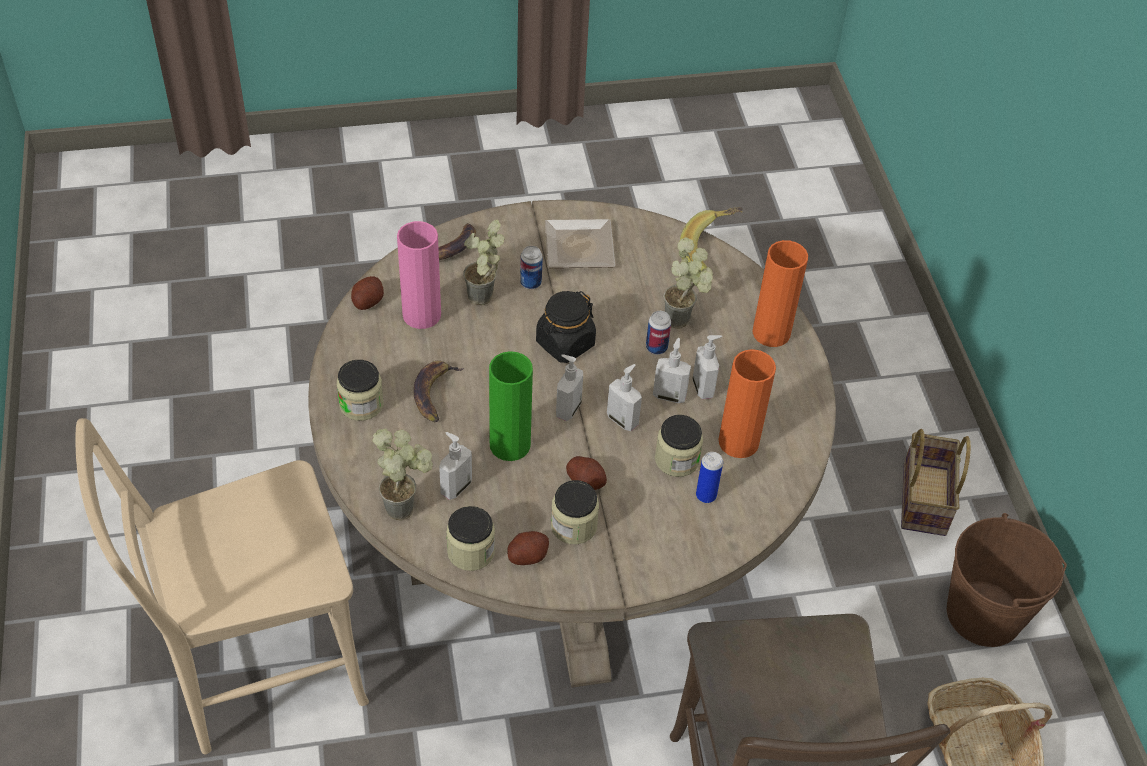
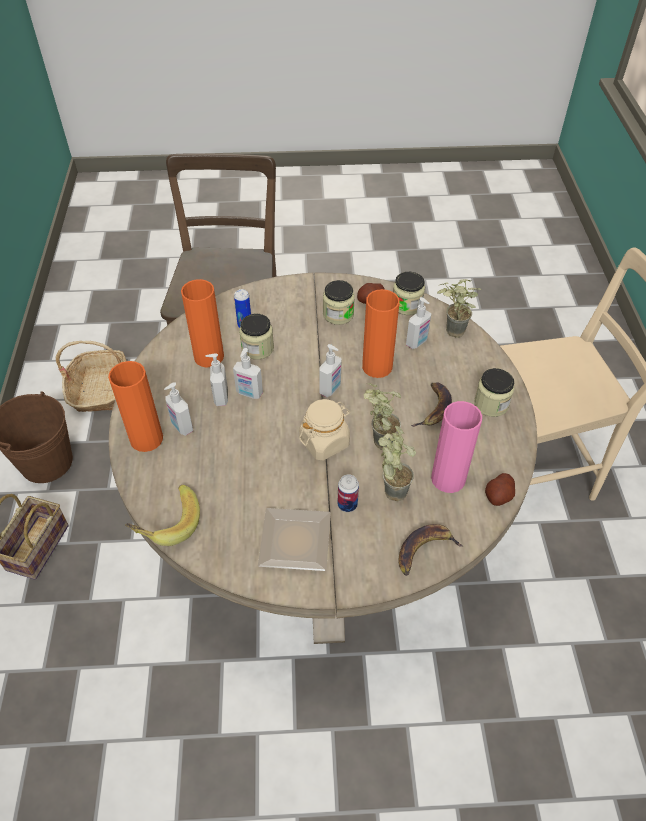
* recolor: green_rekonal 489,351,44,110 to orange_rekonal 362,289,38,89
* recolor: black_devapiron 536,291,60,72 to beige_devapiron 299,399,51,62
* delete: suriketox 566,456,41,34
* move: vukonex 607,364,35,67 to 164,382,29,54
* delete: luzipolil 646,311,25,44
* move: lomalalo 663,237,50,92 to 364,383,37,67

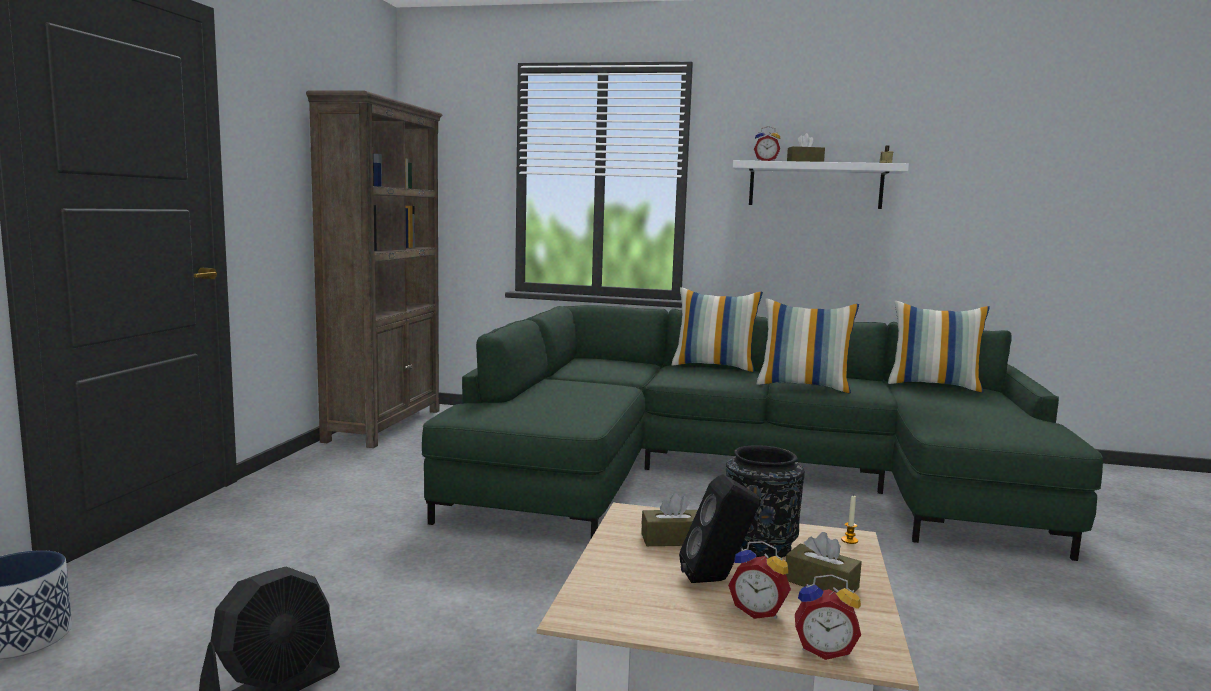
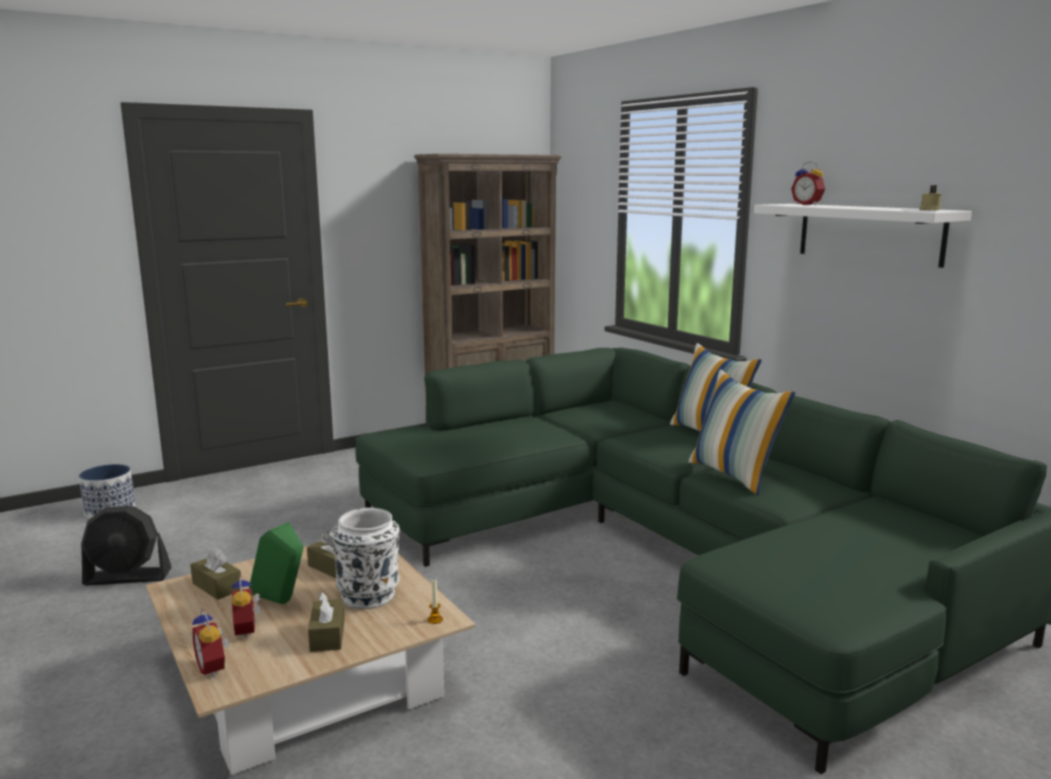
* recolor: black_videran 679,474,80,109 to green_videran 249,522,54,82
* recolor: black_rekonal 726,445,79,113 to white_rekonal 331,508,69,101
* move: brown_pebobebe 787,133,38,29 to 190,547,51,53
* delete: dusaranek 888,301,102,92

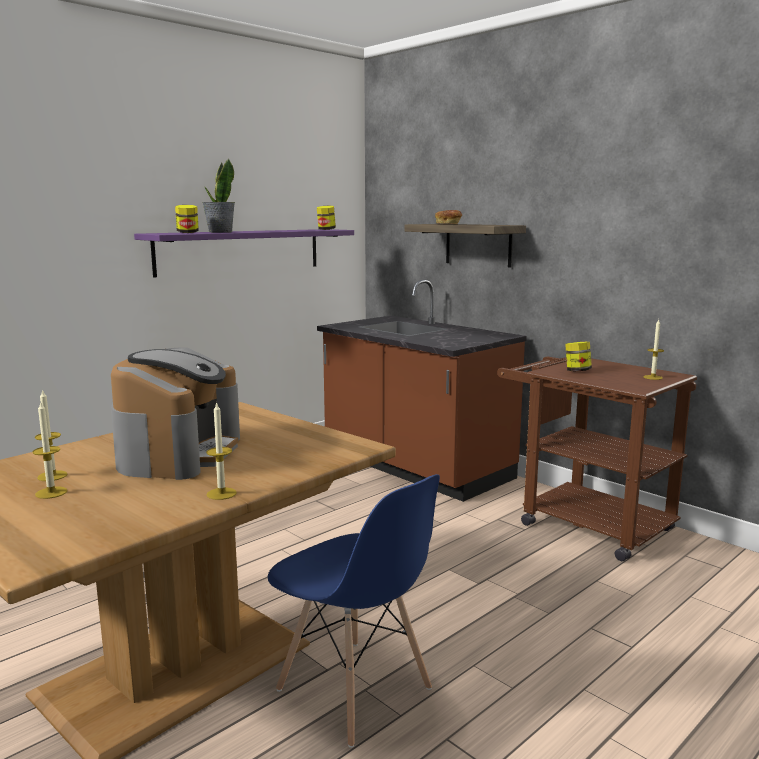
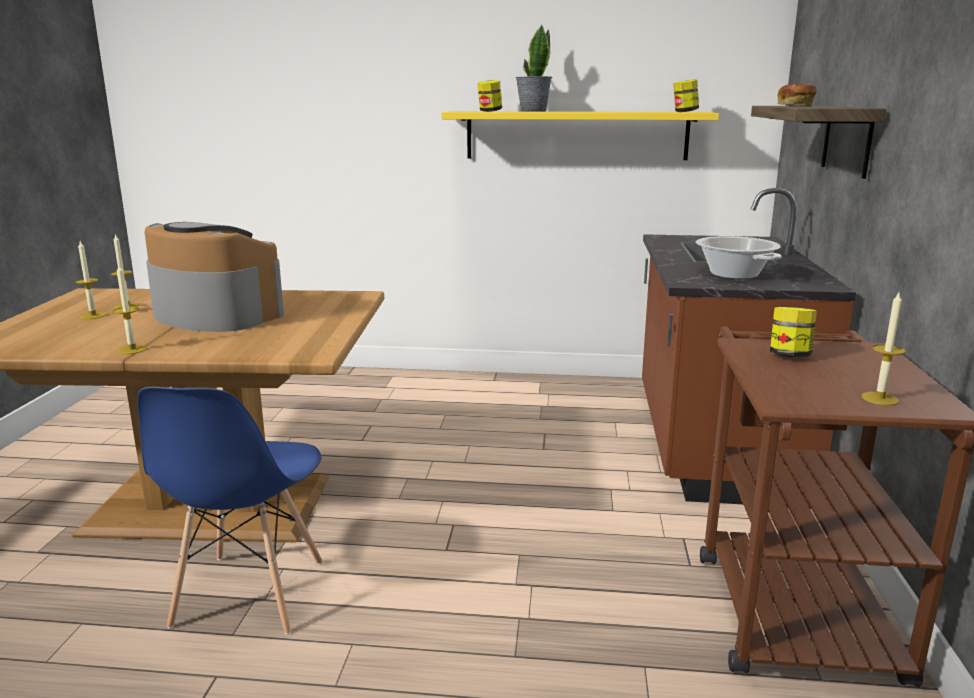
* rotate: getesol 111,347,129,133 = 145,222,139,110 120 degrees counterclockwise
* recolor: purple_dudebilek 134,229,220,49 to yellow_dudebilek 441,111,278,49
* insert: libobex 696,236,86,43

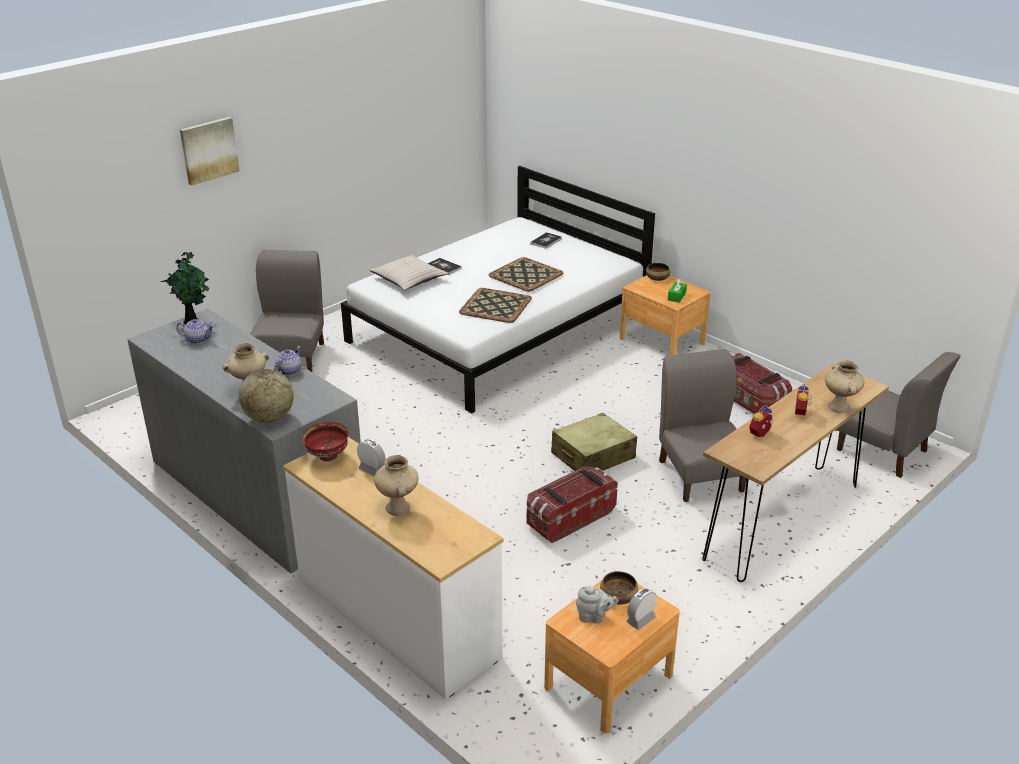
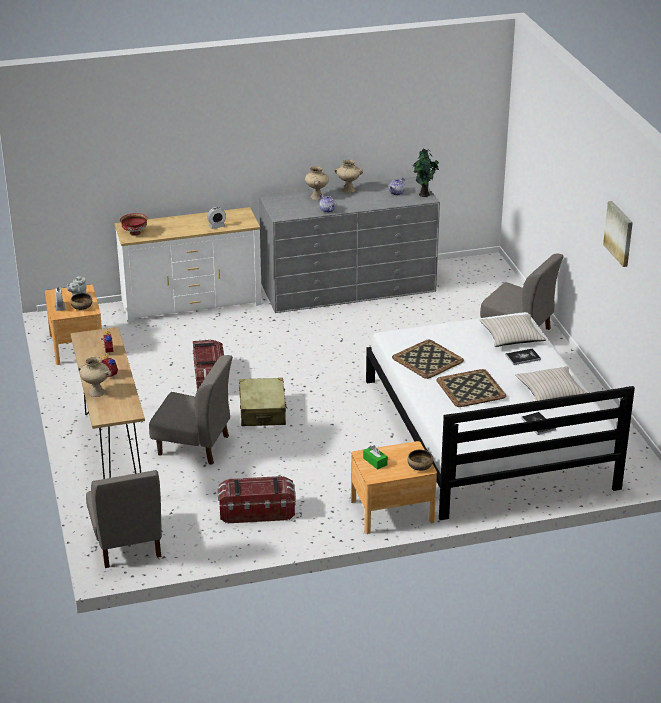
* move: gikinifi 180,117,60,69 to 603,201,30,66
* delete: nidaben 239,369,55,54
* move: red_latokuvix 302,422,47,39 to 120,213,28,23
* move: beige_rekonal 374,455,44,61 to 334,159,29,34
* rotate: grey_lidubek 836,352,124,126 = 86,470,76,98 90 degrees counterclockwise
* insert: beige_dusaranek 515,366,72,35

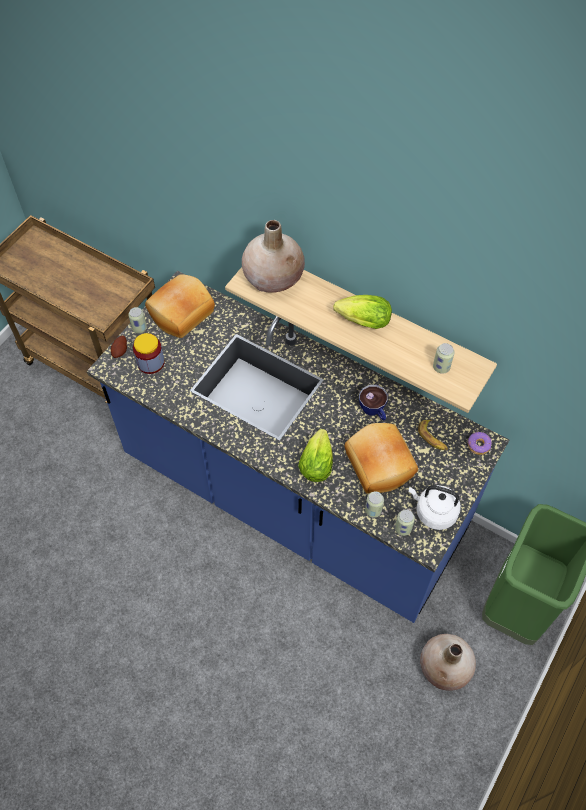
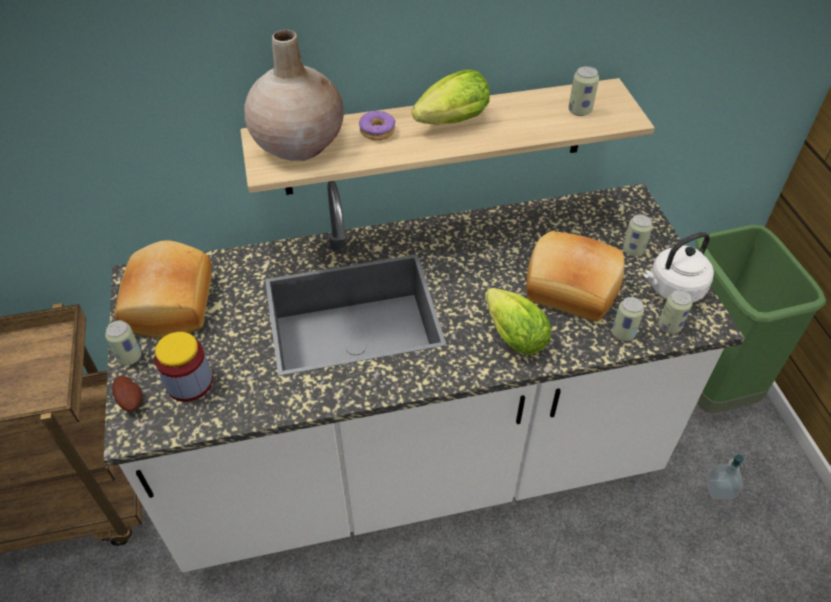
* recolor: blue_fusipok 87,271,422,352 to white_fusipok 104,181,640,391
* delete: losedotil 359,385,29,35
* delete: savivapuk 418,419,30,31
* replace: beige_rekonal 420,634,56,57 to vukonex 706,455,38,45
* move: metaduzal 468,432,24,23 to 359,111,37,29
* insert: luzipolil 623,214,30,42

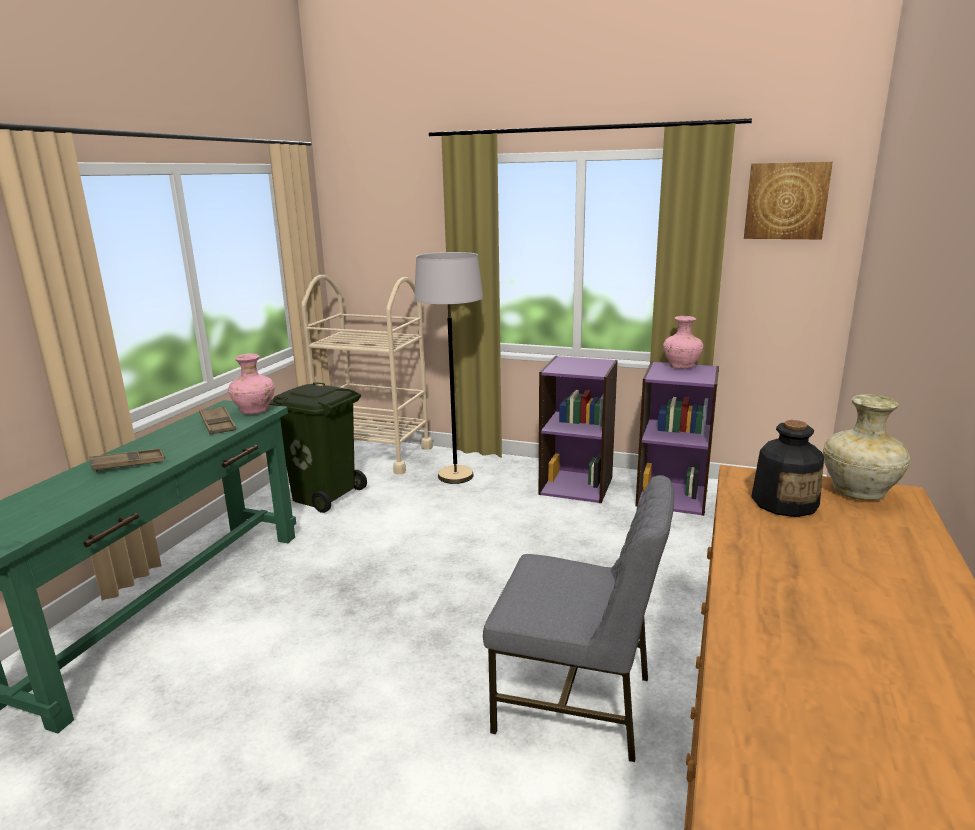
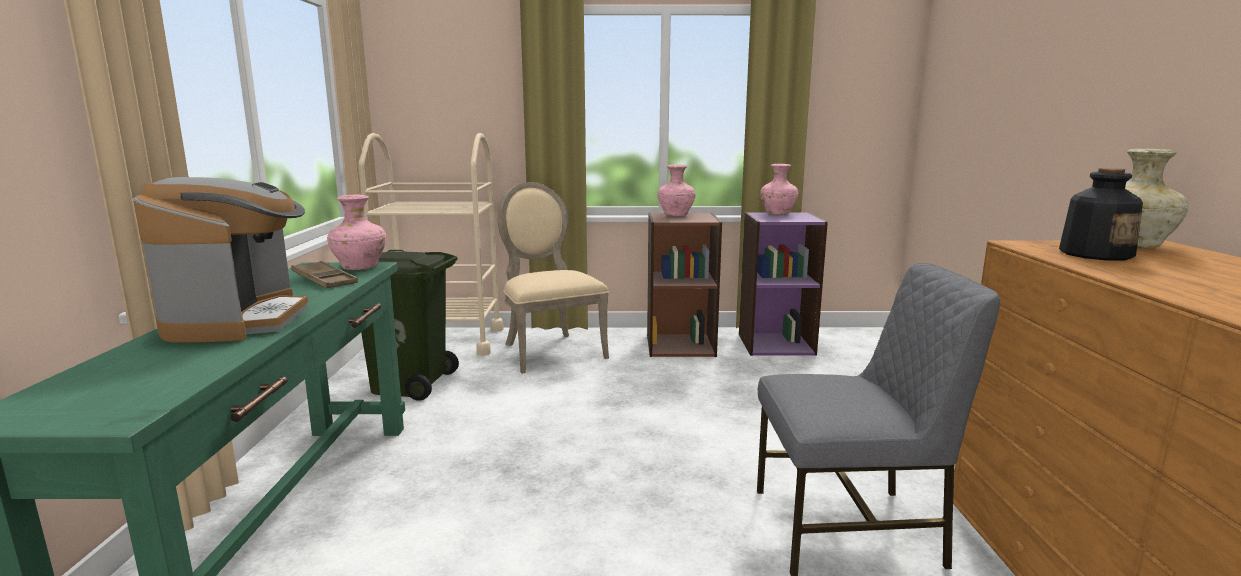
* replace: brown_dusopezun 90,449,75,23 to getesol 133,177,175,166
* replace: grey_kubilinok 414,252,69,232 to beige_lidubek 497,182,112,192
* recolor: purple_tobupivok 539,356,79,147 to brown_tobupivok 647,213,75,144
* delete: gikinifi 744,162,89,77
* insert: pink_rekonal 657,164,39,52

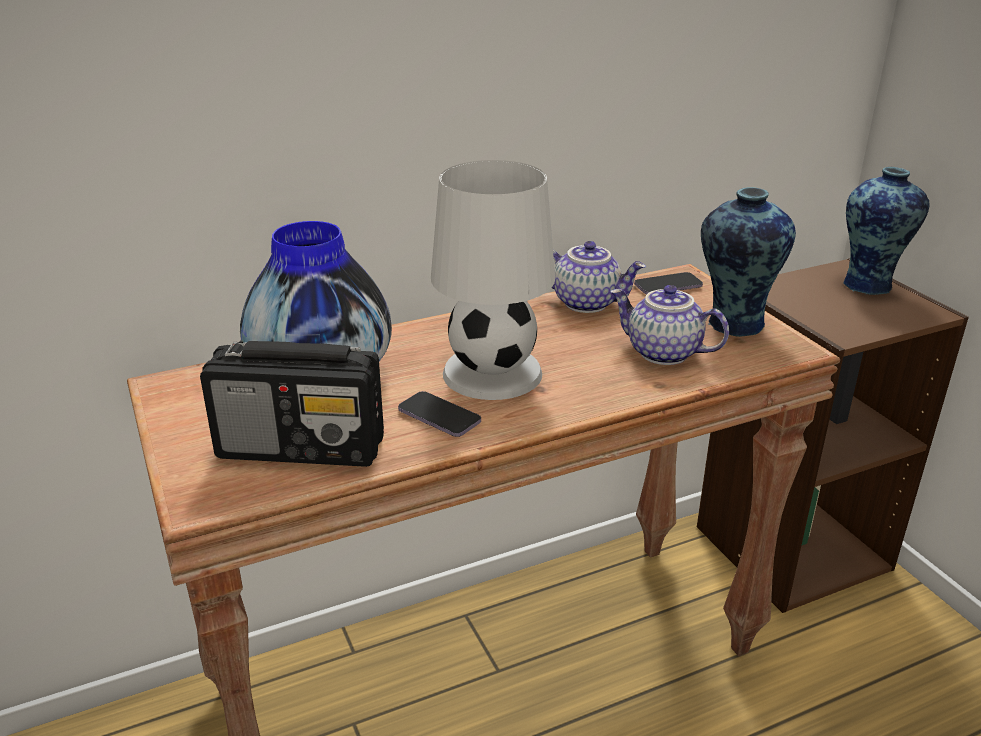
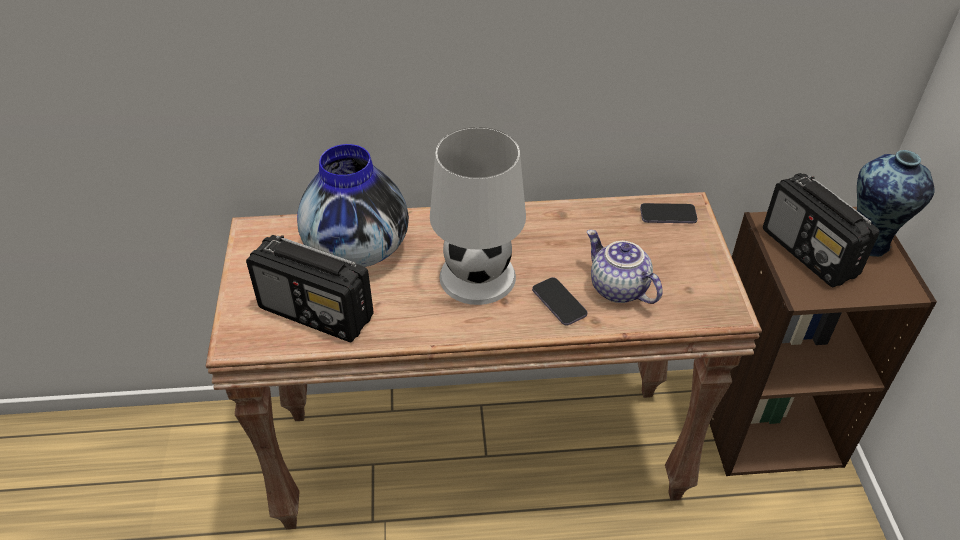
* move: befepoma 398,391,83,46 to 532,277,56,49
* delete: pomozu 552,241,94,72
* delete: rekonal 701,187,95,150
* insert: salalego 763,173,116,114

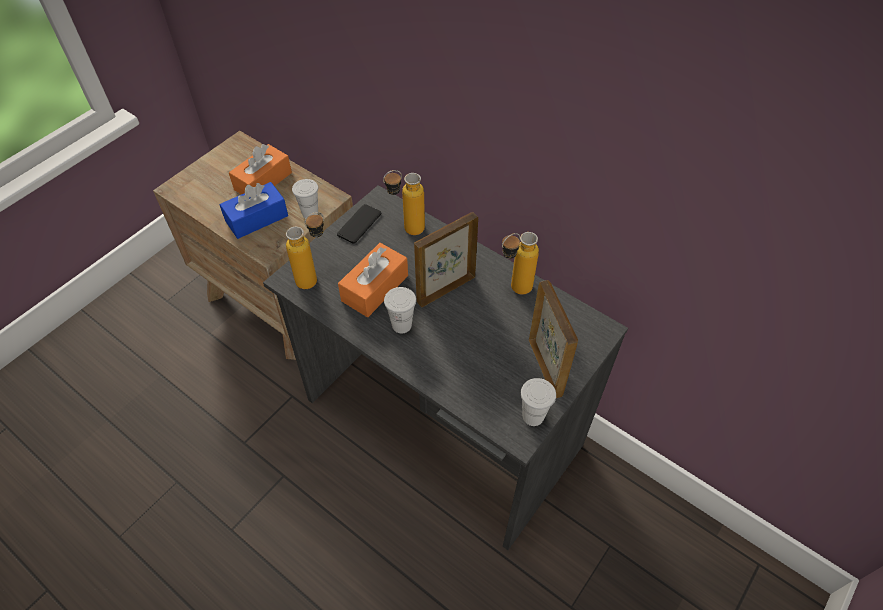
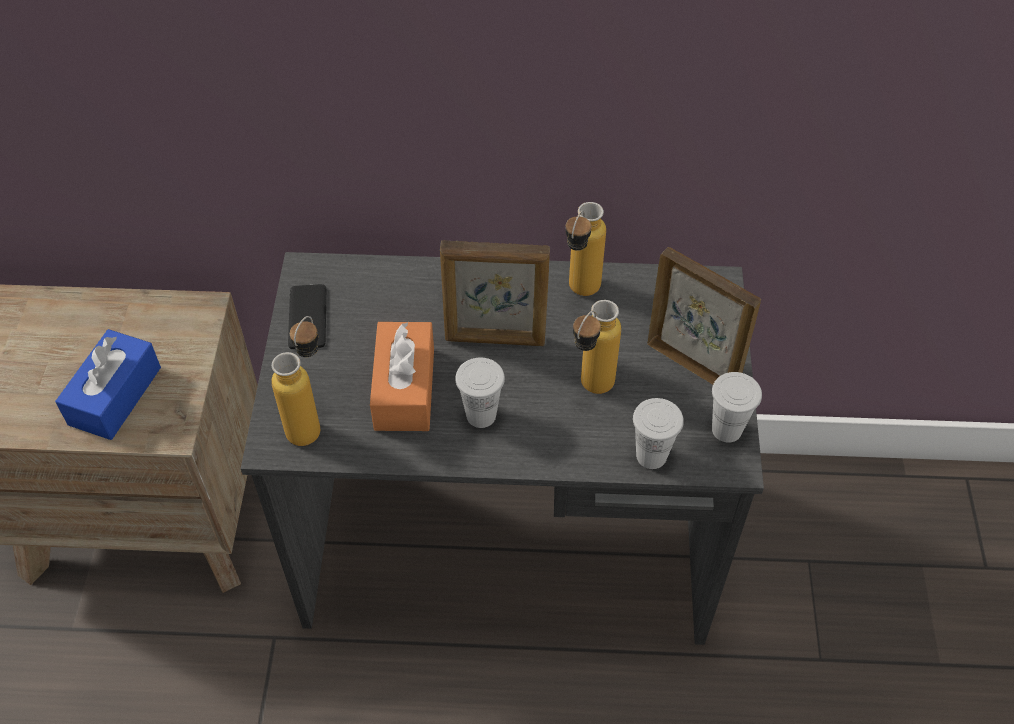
* delete: orange_pebobebe 229,144,63,51
* move: white_losedotil 292,179,26,40 to 633,398,51,71
* move: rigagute 383,170,42,65 to 573,300,48,94
* rotate: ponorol 414,212,64,95 = 440,240,110,106 105 degrees counterclockwise

